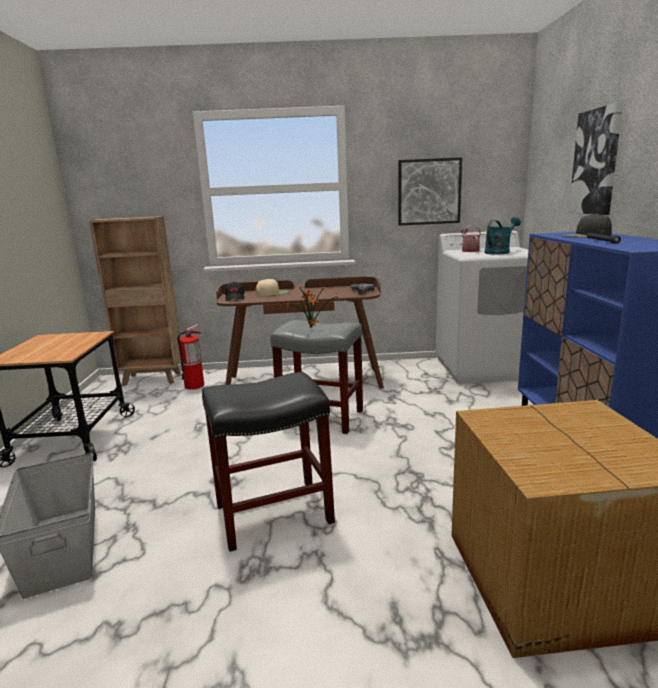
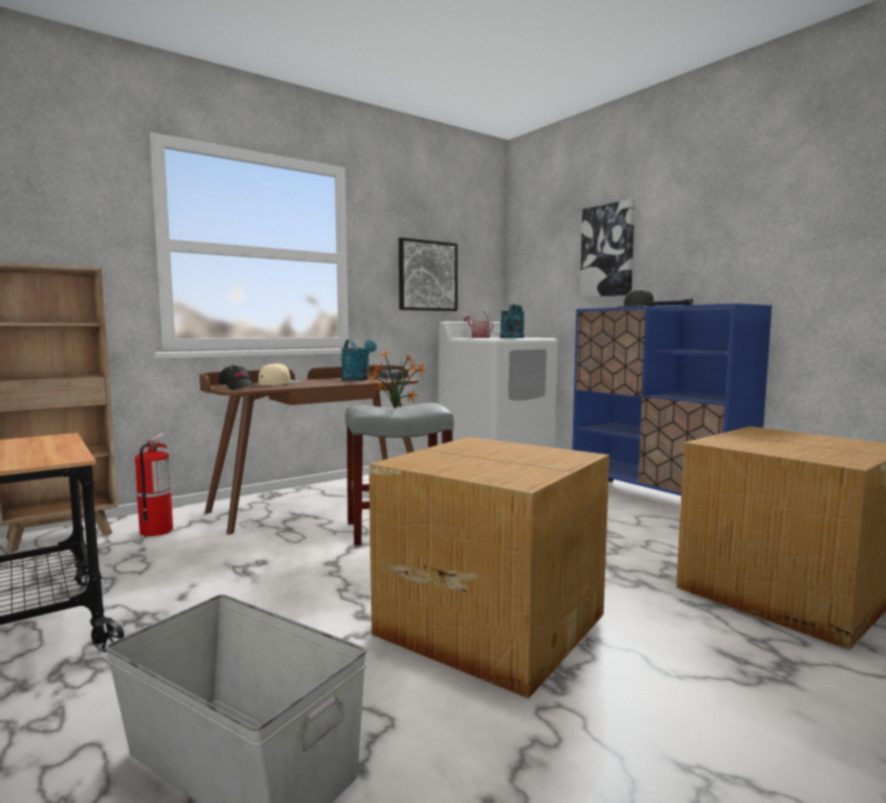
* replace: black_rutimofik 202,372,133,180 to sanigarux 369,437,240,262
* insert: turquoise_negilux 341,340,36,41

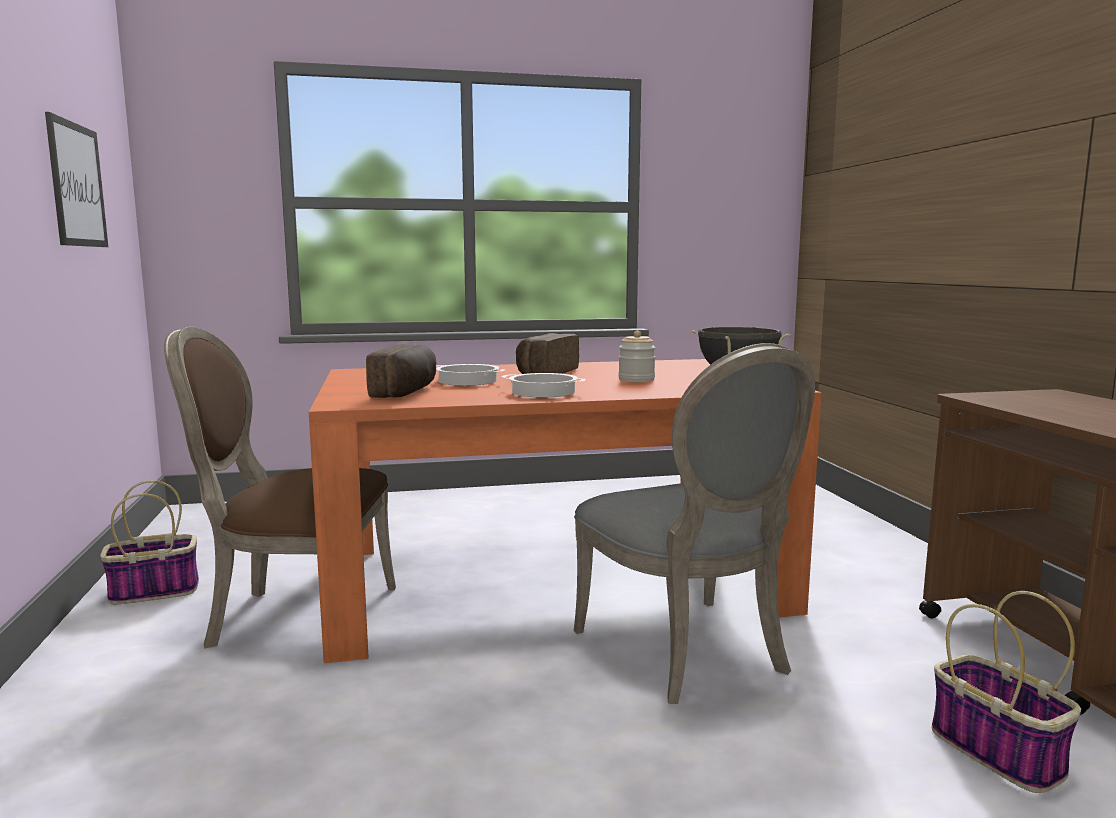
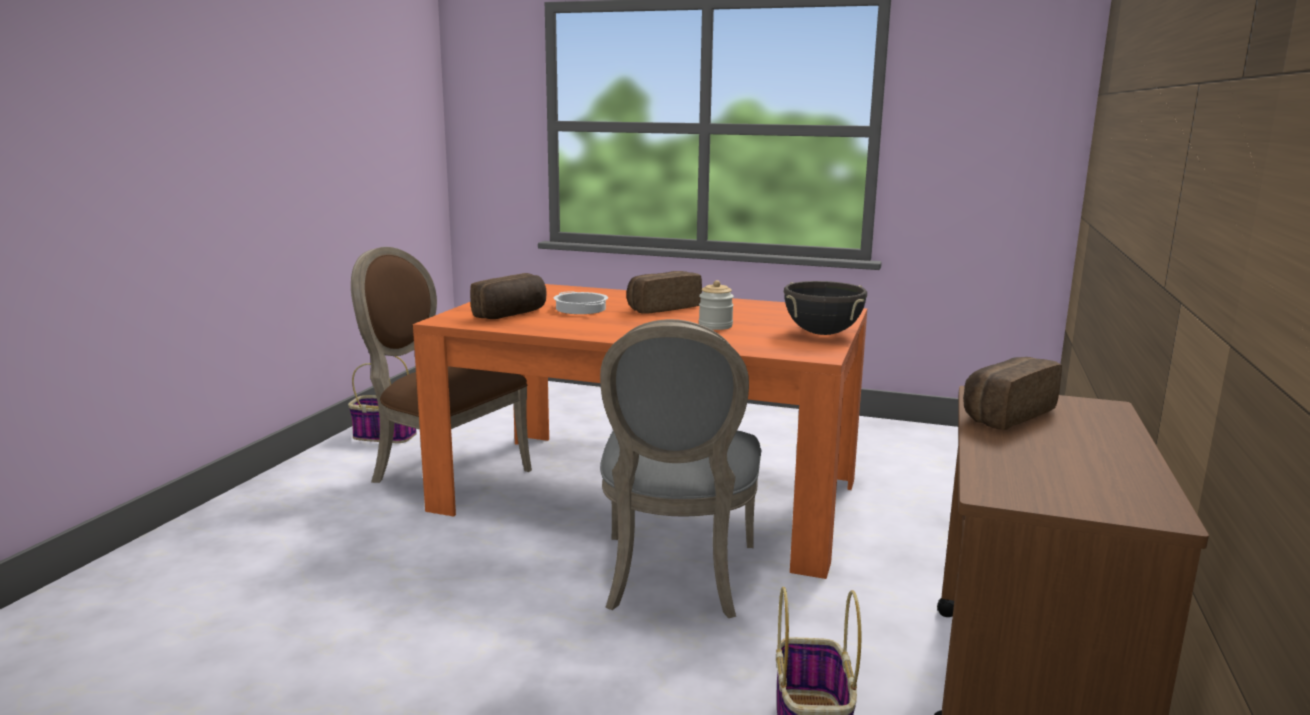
* delete: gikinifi 45,112,63,135
* delete: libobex 501,373,85,24
* insert: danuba 963,357,99,73

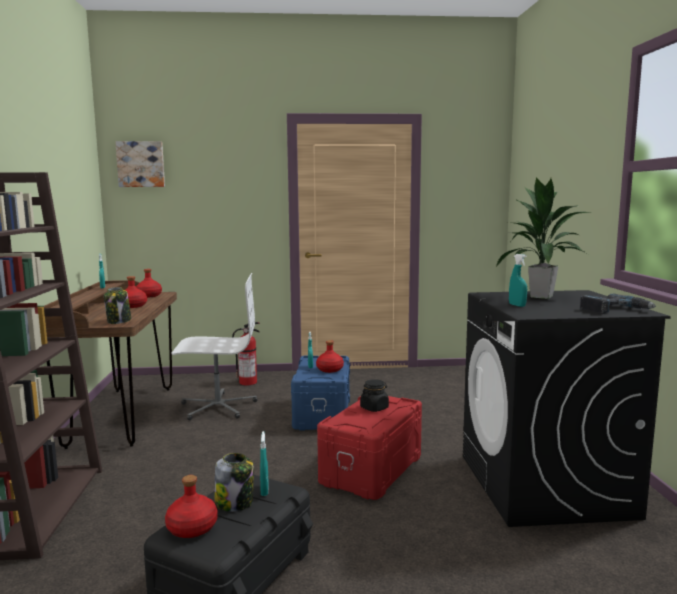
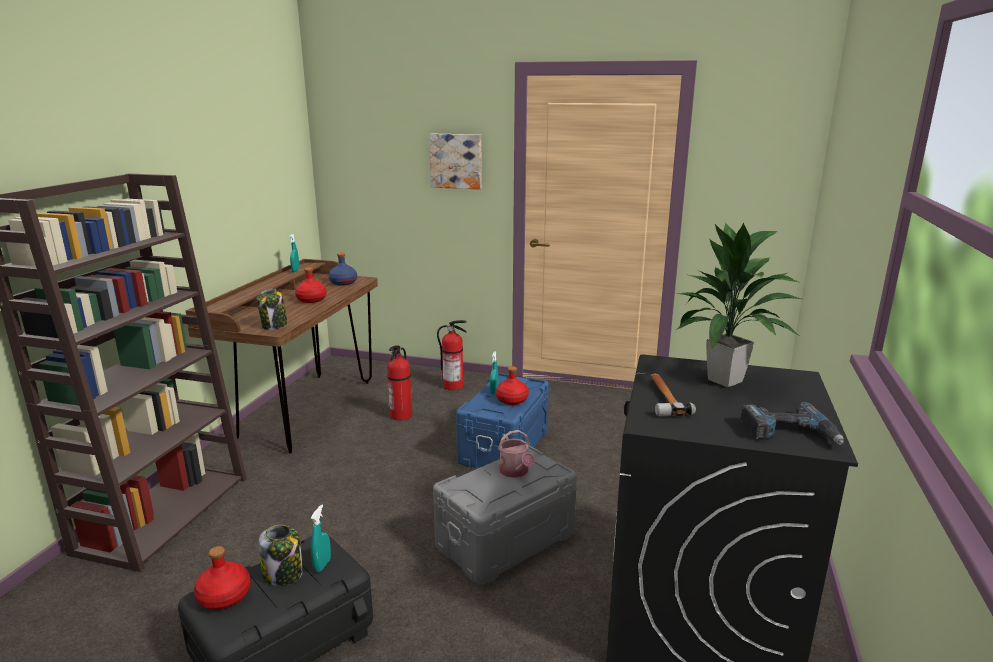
* move: gikinifi 115,141,50,46 to 429,134,53,55
* recolor: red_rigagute 136,269,26,29 to blue_rigagute 328,253,29,33
* replace: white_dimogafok 171,273,86,147 to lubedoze 387,345,25,76
* recolor: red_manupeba 317,396,105,104 to grey_manupeba 433,445,144,140
* replace: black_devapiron 360,379,29,33 to negilux 498,430,37,48
* replace: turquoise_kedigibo 509,254,18,53 to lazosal 651,374,45,42

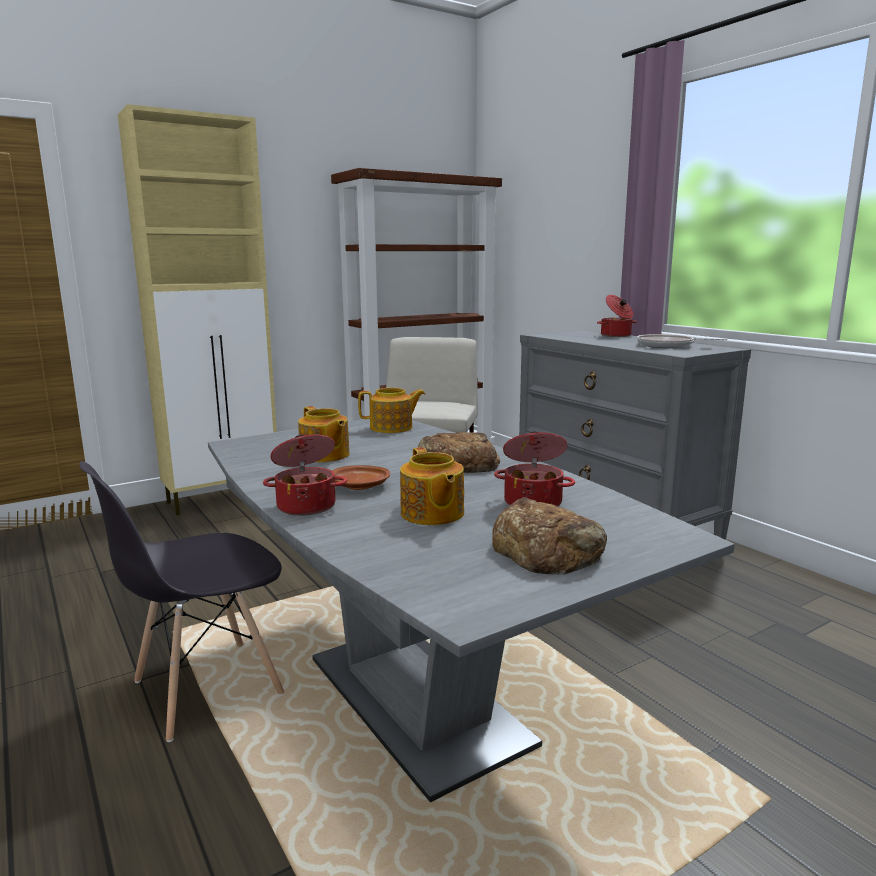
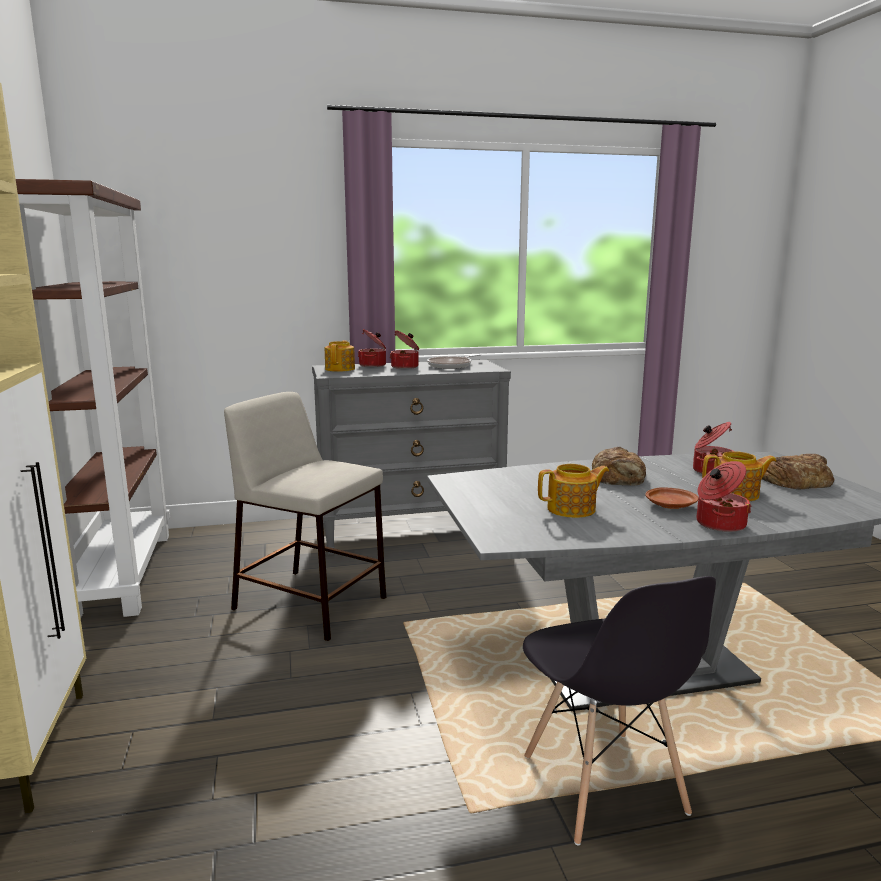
* move: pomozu 358,388,67,45 to 325,340,30,32
* insert: libobex 390,330,29,39

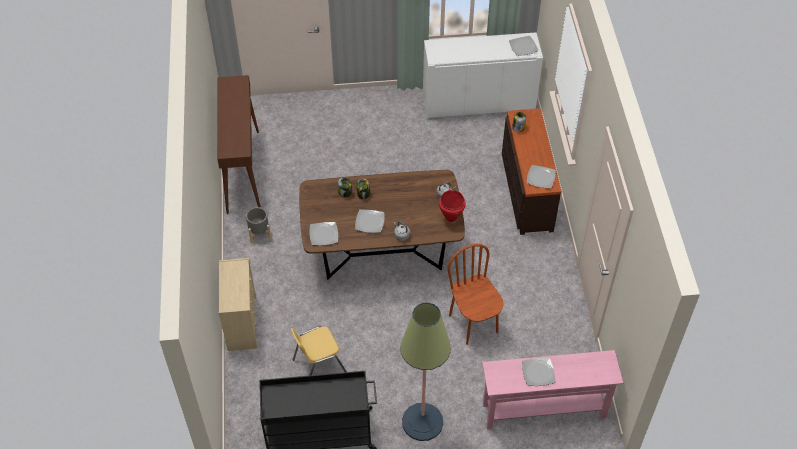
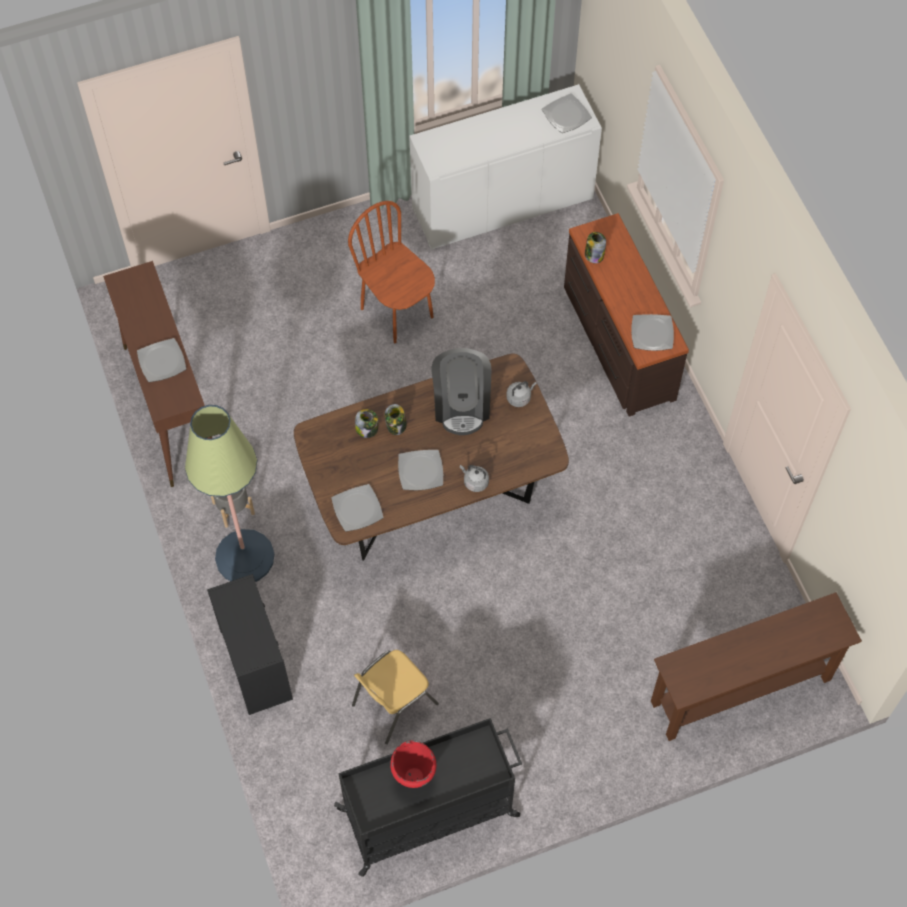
* recolor: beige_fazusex 219,258,39,93 to black_fazusex 207,574,86,141
* move: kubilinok 400,302,51,139 to 185,405,89,177
* move: red_libobex 439,190,27,32 to 390,741,46,47
* move: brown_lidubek 447,244,56,101 to 348,201,87,143
* recolor: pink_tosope 482,350,141,79 to brown_tosope 651,592,211,149
* move: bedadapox 522,358,33,28 to 137,338,49,44
* insert: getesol 432,348,59,87

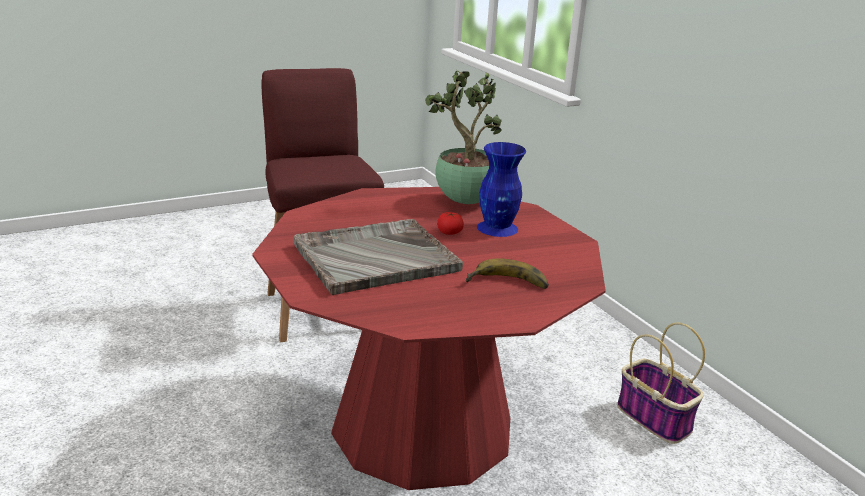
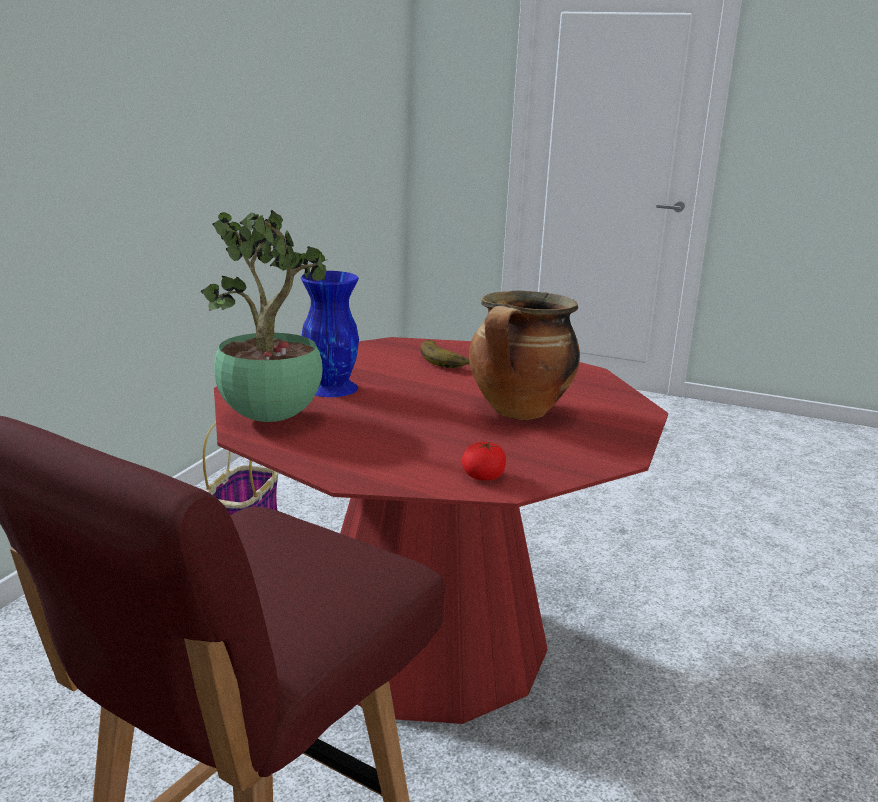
* replace: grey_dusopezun 293,219,170,76 to libobex 469,291,111,129
* move: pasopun 437,212,27,23 to 462,441,44,40

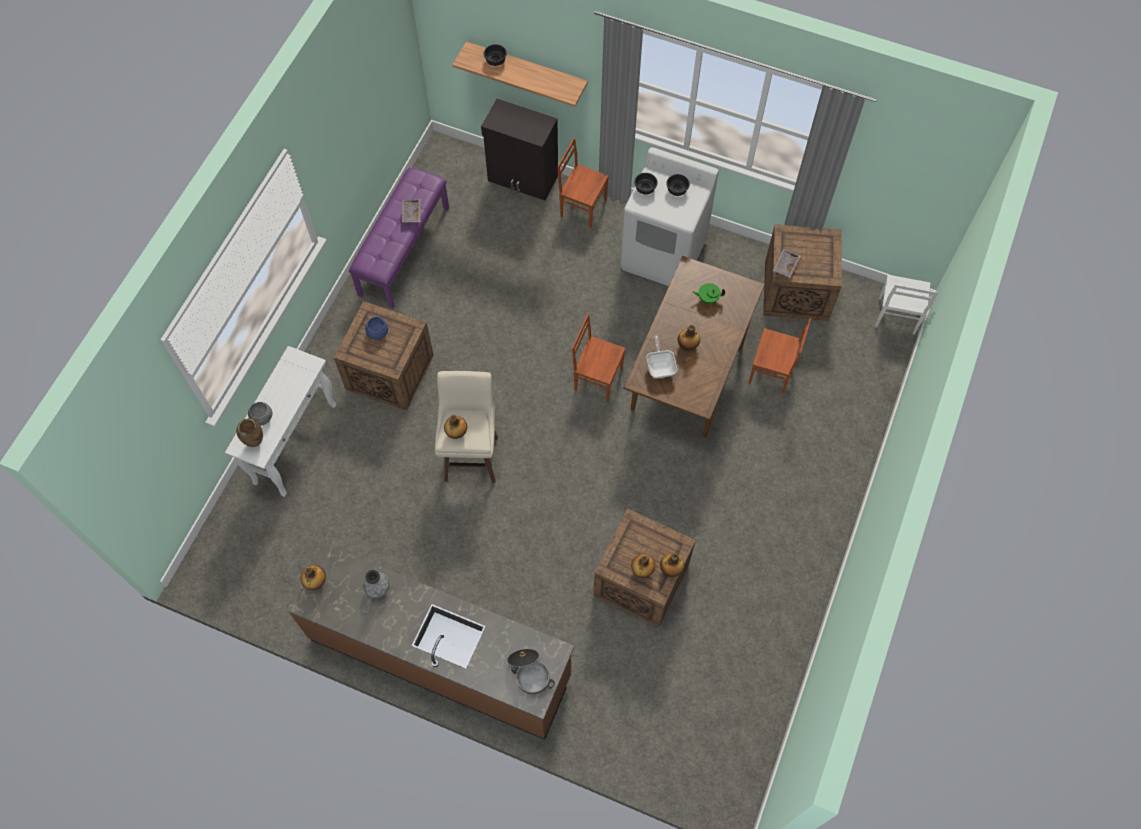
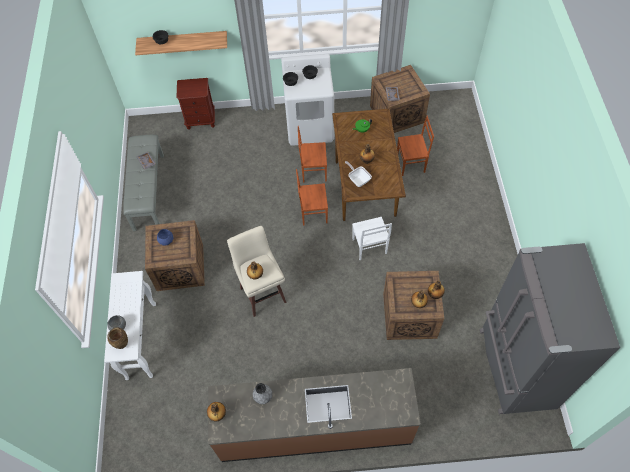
* recolor: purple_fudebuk 349,167,100,142 to grey_fudebuk 123,135,41,96
* replace: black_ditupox 481,99,77,101 to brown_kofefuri 176,78,39,52
* delete: libobex 507,649,48,46
* move: brown_lidubek 557,138,52,90 to 298,126,29,57
* move: white_lidubek 875,275,63,60 to 352,217,40,43
* insert: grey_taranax 480,243,140,171

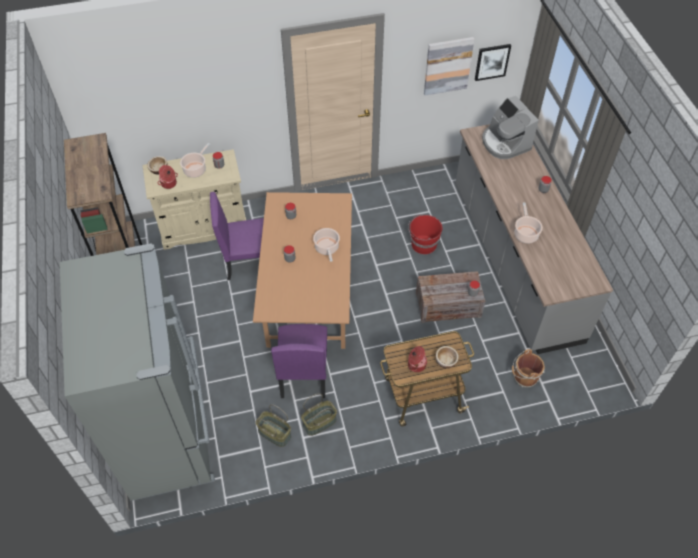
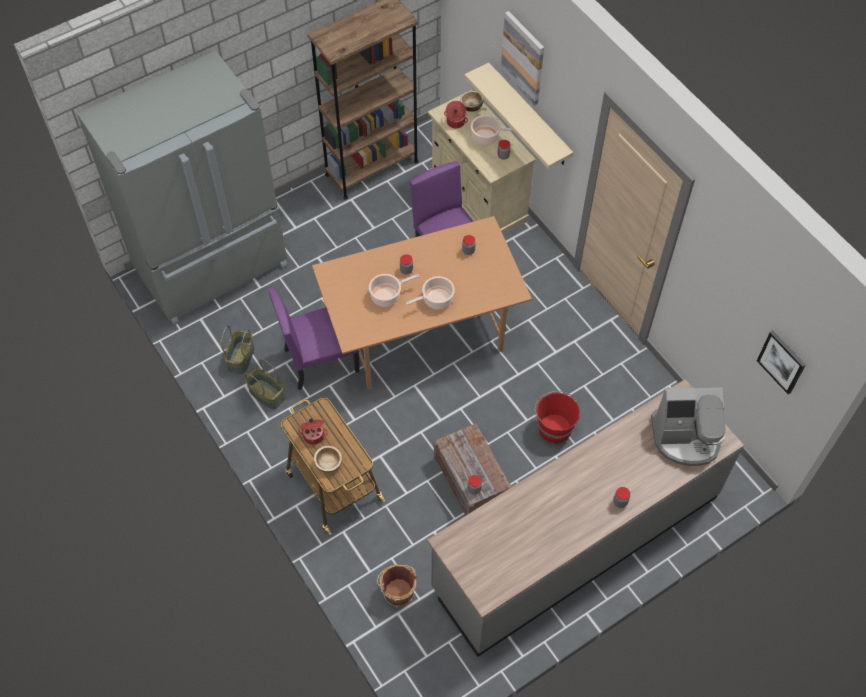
* move: gikinifi 424,37,51,59 to 501,11,43,95
* rotate: getesol 482,96,57,63 = 651,387,75,79 135 degrees counterclockwise
* move: libobex 515,203,28,41 to 369,274,50,33
* insert: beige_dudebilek 465,63,108,106

